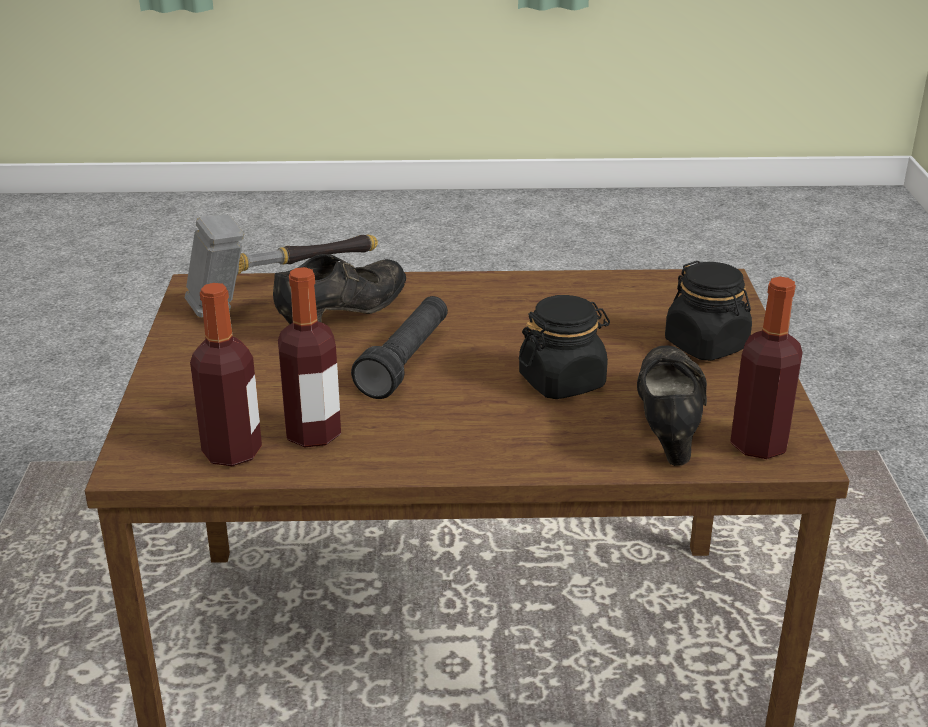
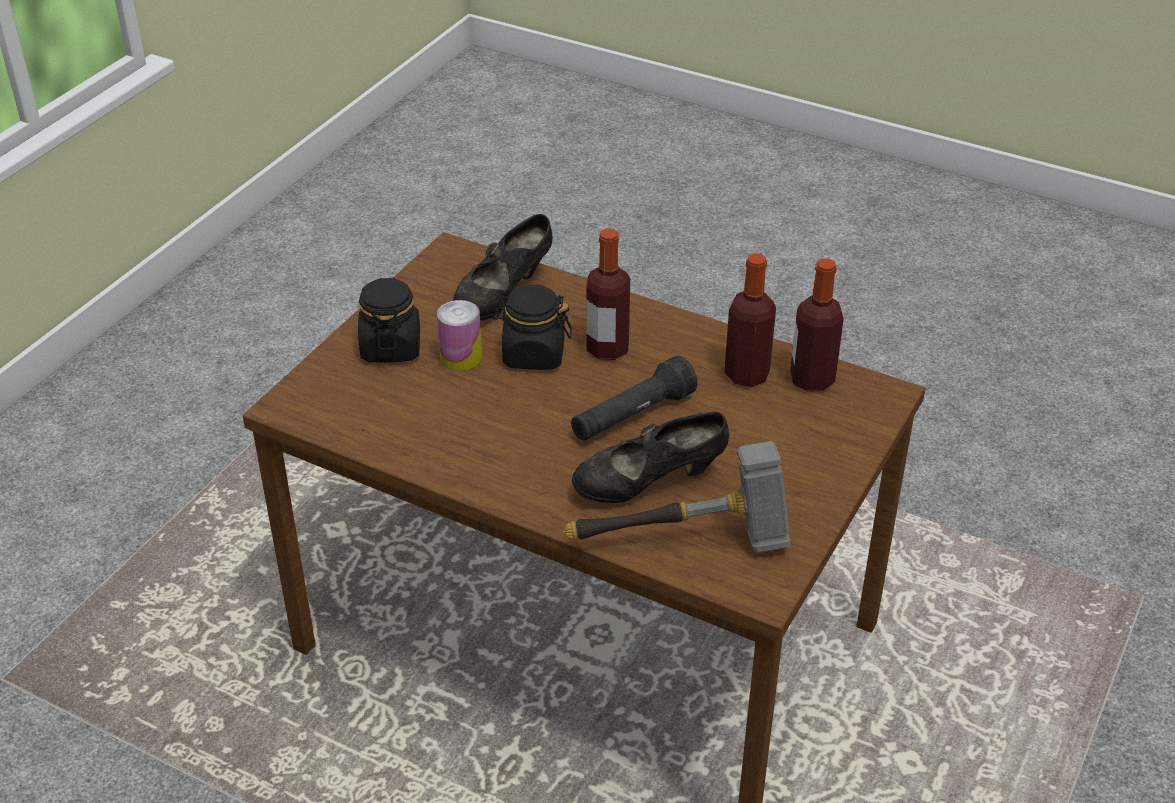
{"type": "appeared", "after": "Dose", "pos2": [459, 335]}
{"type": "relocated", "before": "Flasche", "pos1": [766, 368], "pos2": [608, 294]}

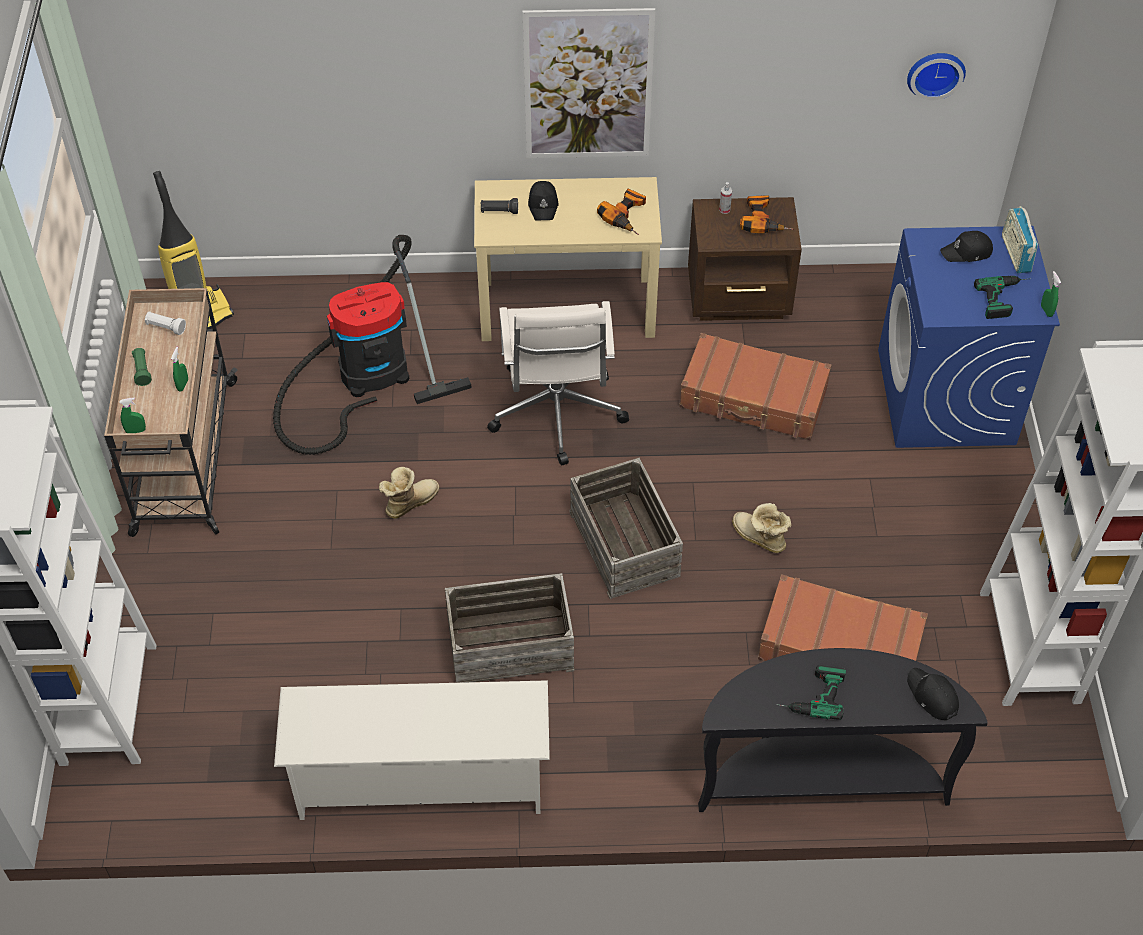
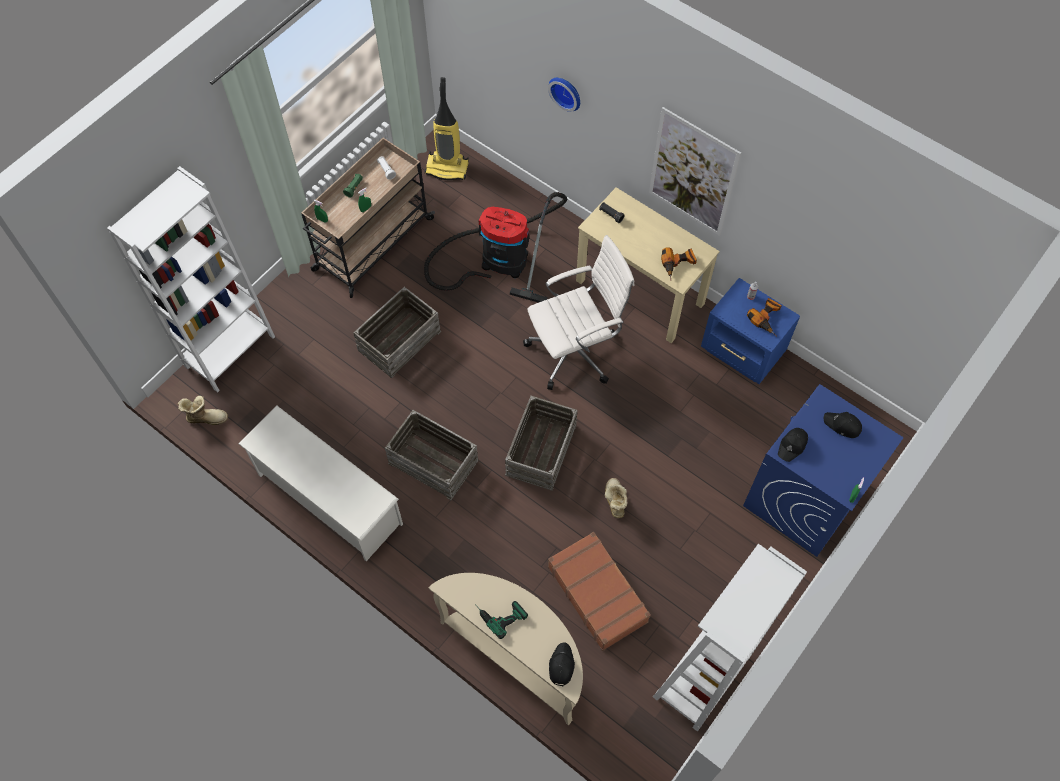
{"type": "missing", "before": "Koffer/braun", "pos1": [755, 386]}
{"type": "missing", "before": "Bohrmaschine", "pos1": [1002, 297]}
{"type": "missing", "before": "Radio", "pos1": [1020, 239]}
{"type": "appeared", "after": "Kiste", "pos2": [397, 332]}
{"type": "relocated", "before": "Stiefel", "pos1": [409, 493], "pos2": [203, 410]}
{"type": "relocated", "before": "Kappe/schwarz", "pos1": [543, 201], "pos2": [793, 445]}
{"type": "relocated", "before": "Wanduhr", "pos1": [936, 76], "pos2": [564, 95]}
{"type": "colour", "before": "Nachttisch/braun", "after": "Nachttisch/blau", "pos1": [745, 259], "pos2": [750, 331]}
{"type": "colour", "before": "Konsolentisch/schwarz", "after": "Konsolentisch/beige", "pos1": [843, 730], "pos2": [506, 649]}
{"type": "spun", "before": "Bürostuhl/weiß", "pos1": [558, 383], "pos2": [579, 312], "turn": -150}

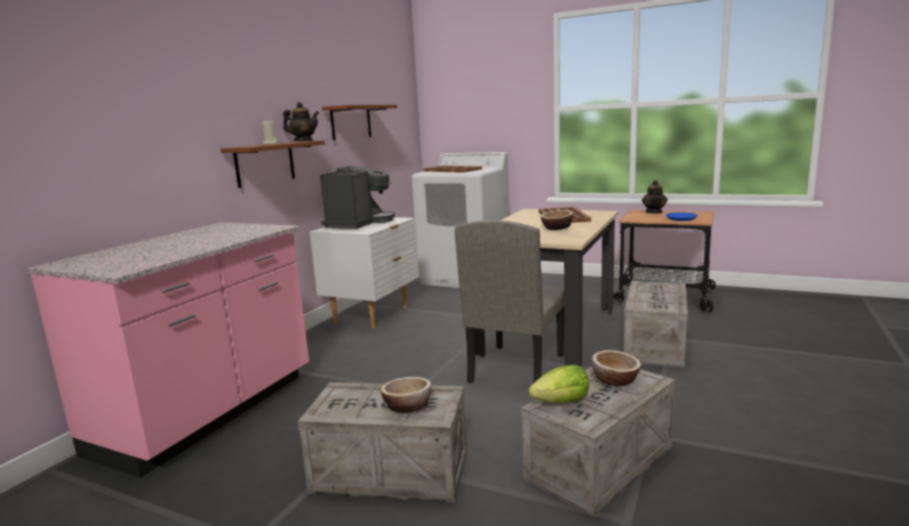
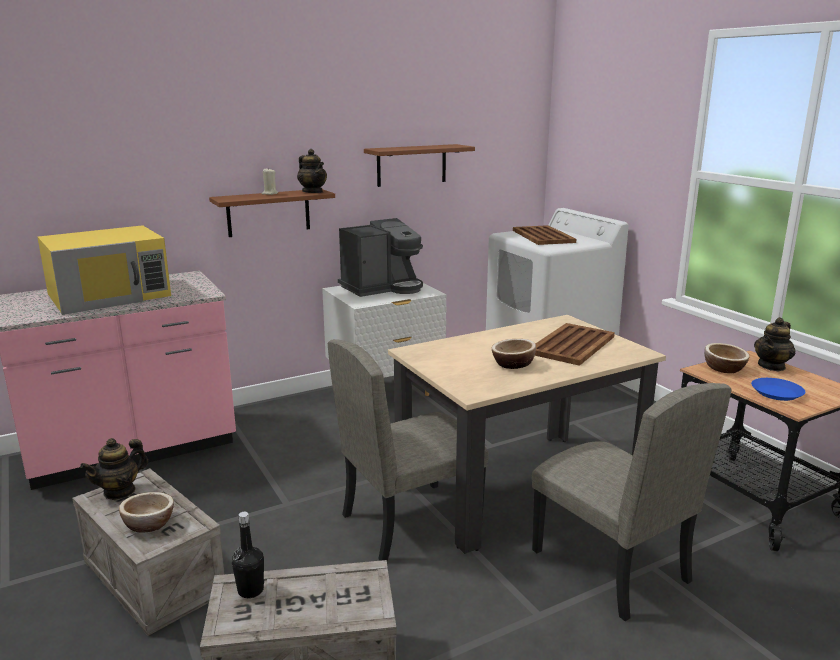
{"type": "appeared", "after": "Mikrowelle/gelb", "pos2": [104, 270]}
{"type": "appeared", "after": "Teekanne", "pos2": [114, 469]}
{"type": "relocated", "before": "Schüssel", "pos1": [616, 368], "pos2": [727, 358]}
{"type": "exchanged", "before": "Salatkopf", "after": "Flasche/schwarz", "pos1": [559, 384], "pos2": [248, 555]}
{"type": "exchanged", "before": "Kiste", "after": "Stuhl/beige", "pos1": [656, 324], "pos2": [631, 502]}

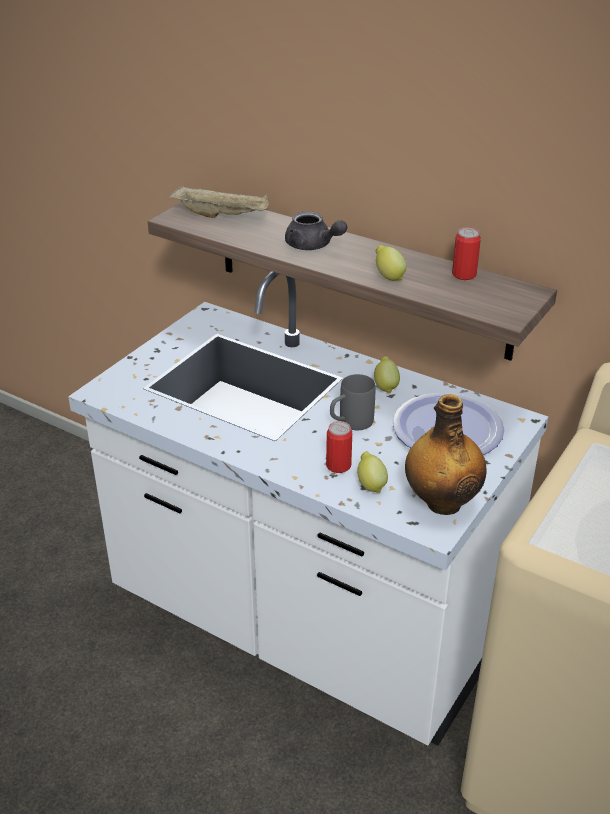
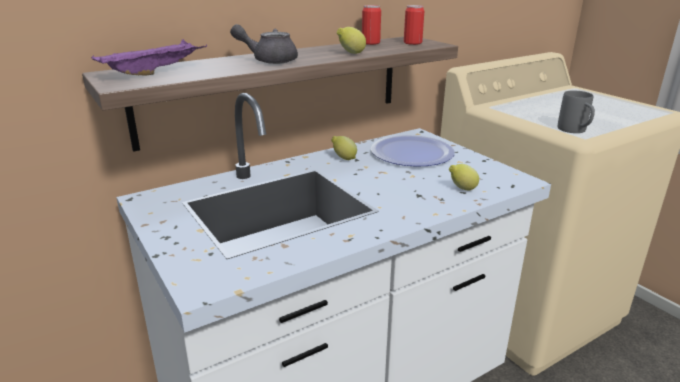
{"type": "missing", "before": "Flasche", "pos1": [446, 454]}
{"type": "relocated", "before": "Dose", "pos1": [339, 447], "pos2": [414, 25]}
{"type": "relocated", "before": "Henkelbecher/grau", "pos1": [353, 402], "pos2": [576, 111]}
{"type": "colour", "before": "Tablett/beige", "after": "Tablett/lila", "pos1": [219, 201], "pos2": [149, 57]}
{"type": "spun", "before": "Teekanne/grau", "pos1": [316, 230], "pos2": [264, 44], "turn": -150}

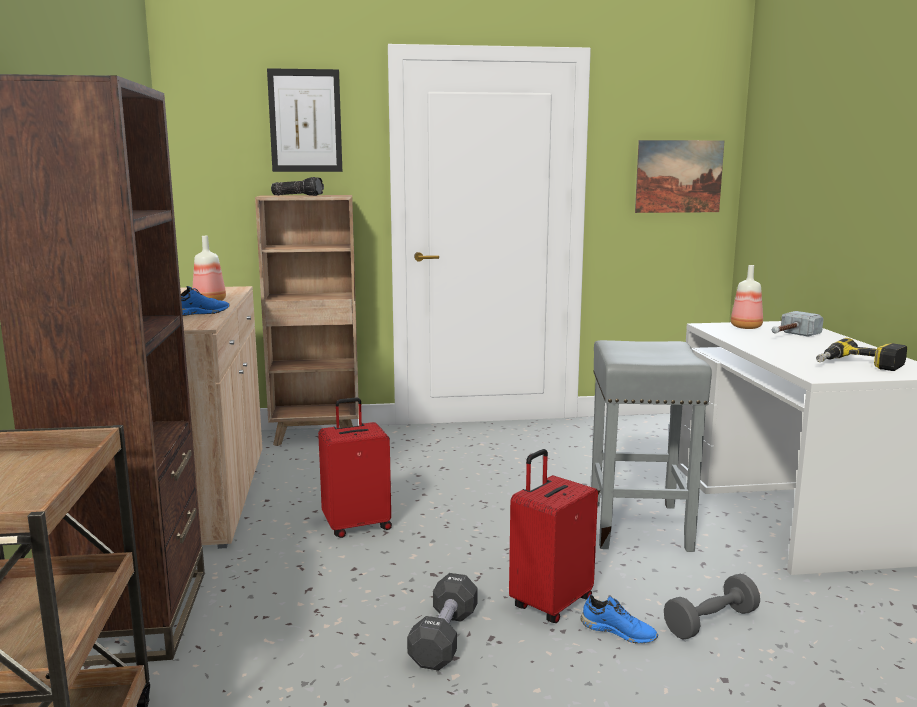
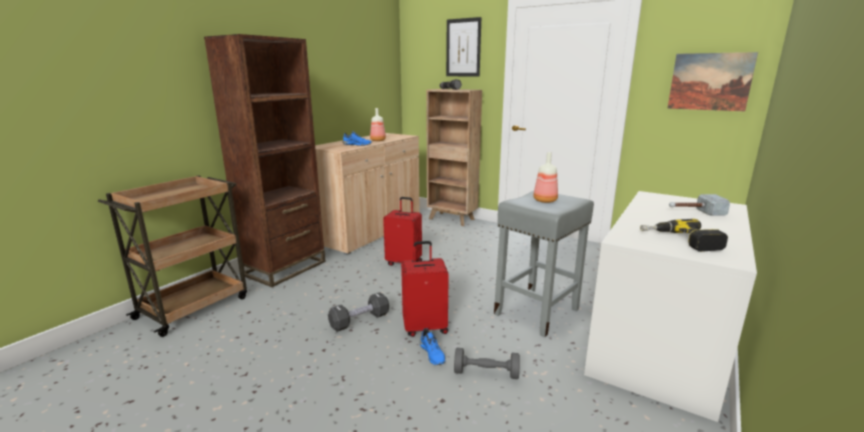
{"type": "relocated", "before": "Flasche", "pos1": [747, 297], "pos2": [545, 177]}

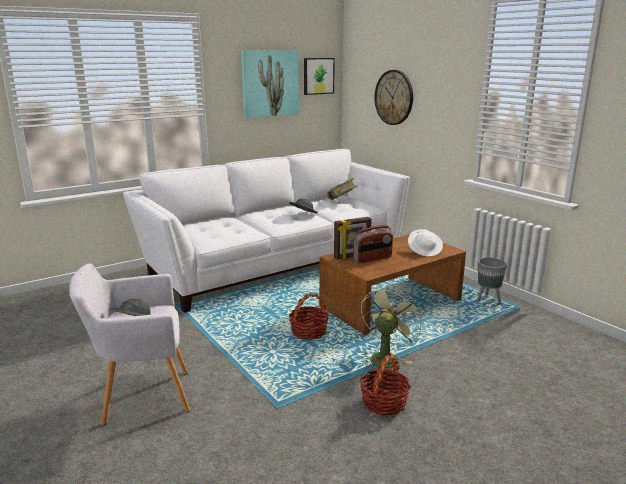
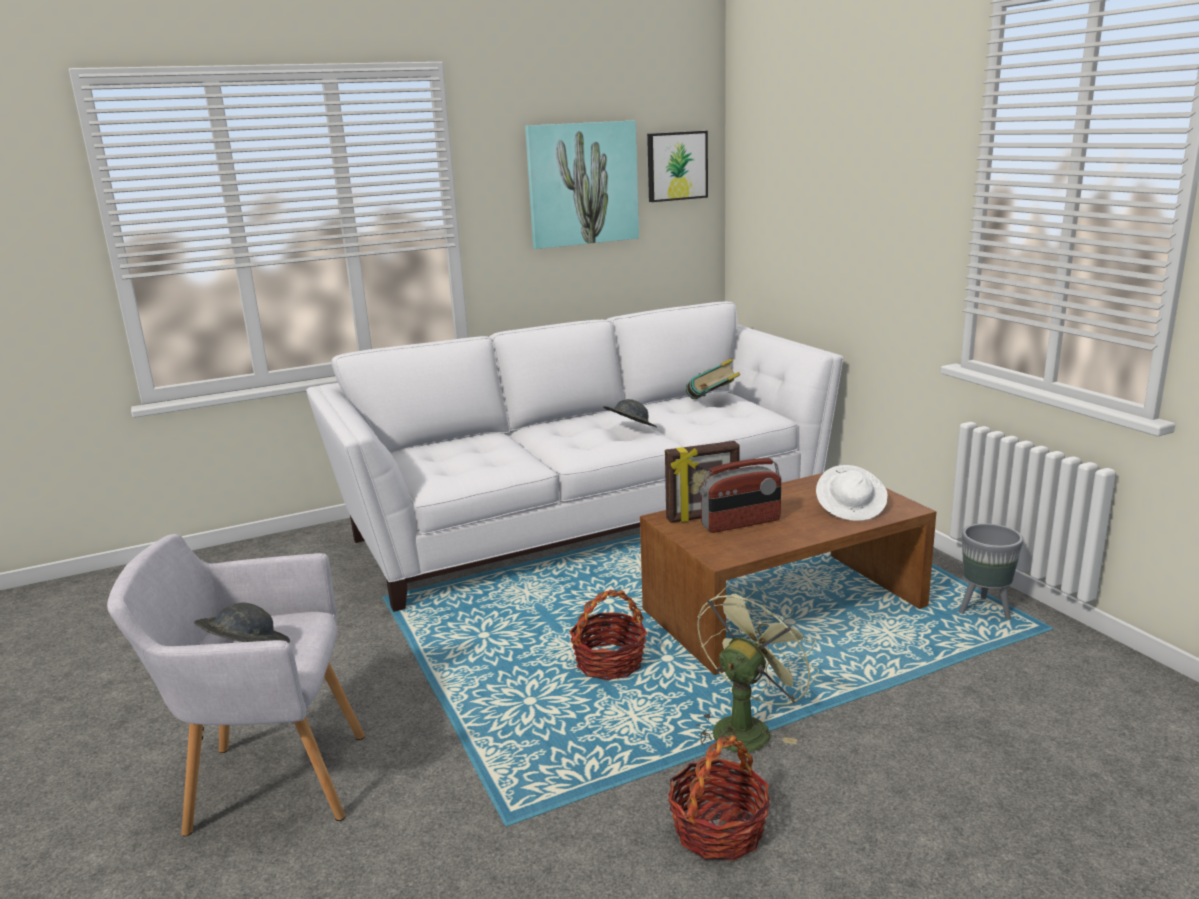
{"type": "missing", "before": "Wanduhr", "pos1": [393, 97]}

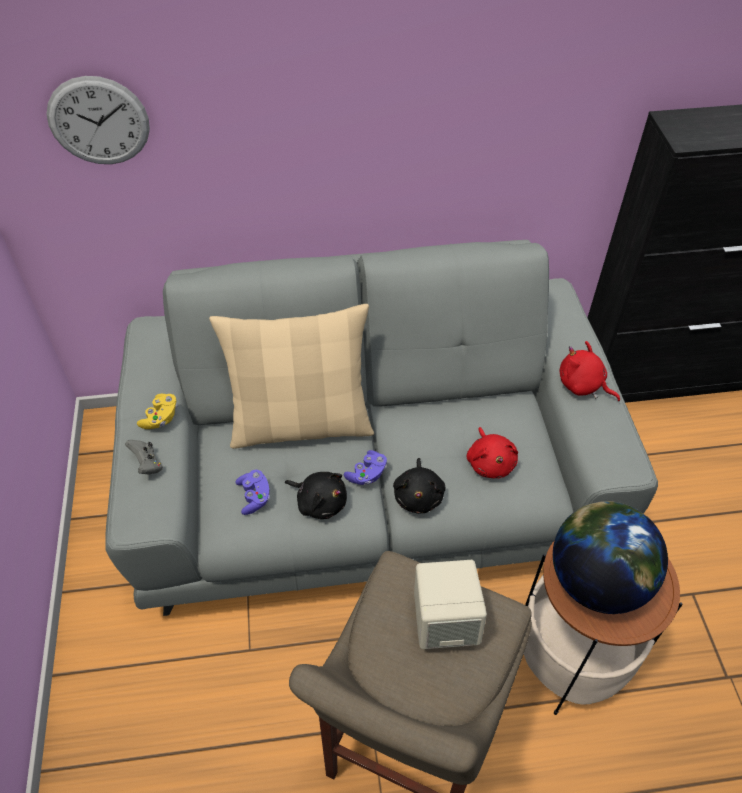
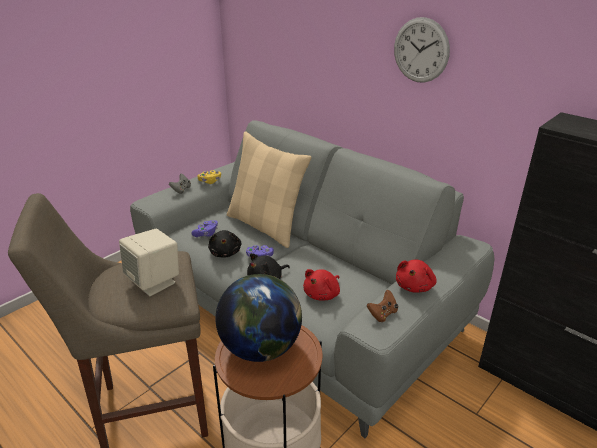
{"type": "appeared", "after": "Gamepad/braun", "pos2": [382, 306]}
{"type": "relocated", "before": "Wanduhr", "pos1": [98, 120], "pos2": [422, 50]}
{"type": "spun", "before": "Plüschtier/rot", "pos1": [589, 371], "pos2": [416, 276], "turn": -150}

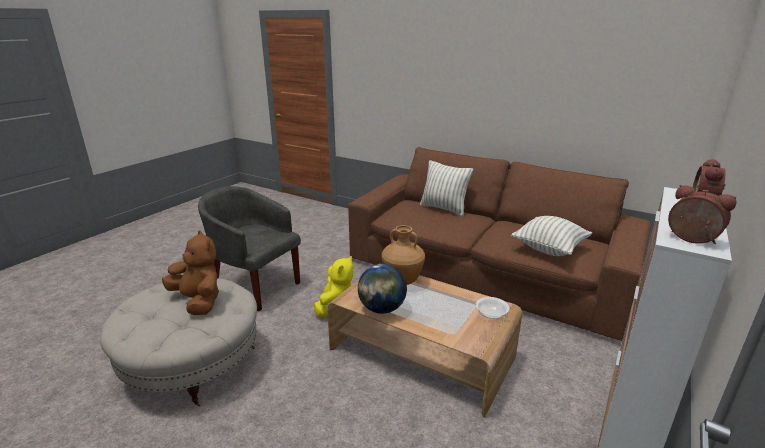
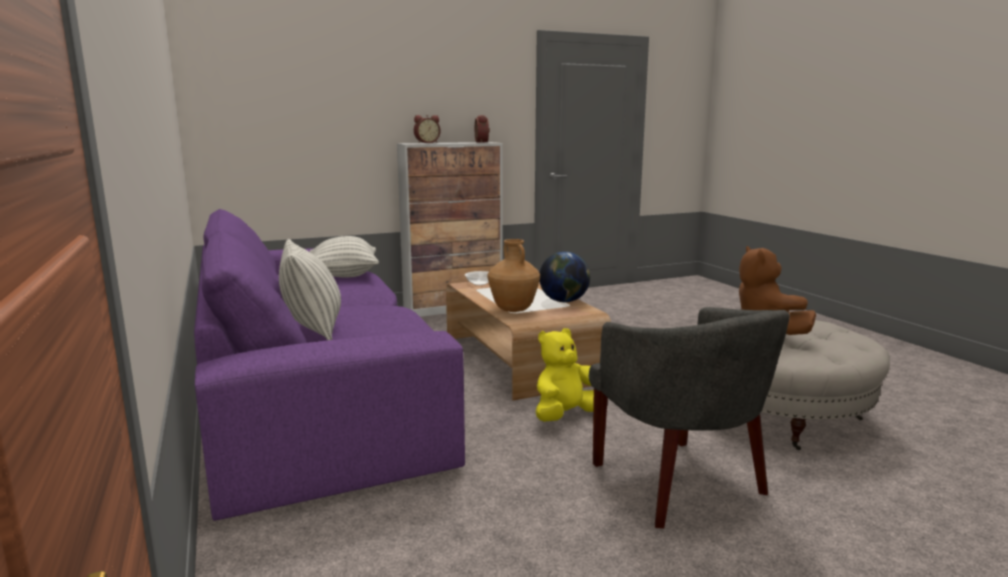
{"type": "colour", "before": "Sofa/braun", "after": "Sofa/lila", "pos1": [499, 244], "pos2": [329, 365]}

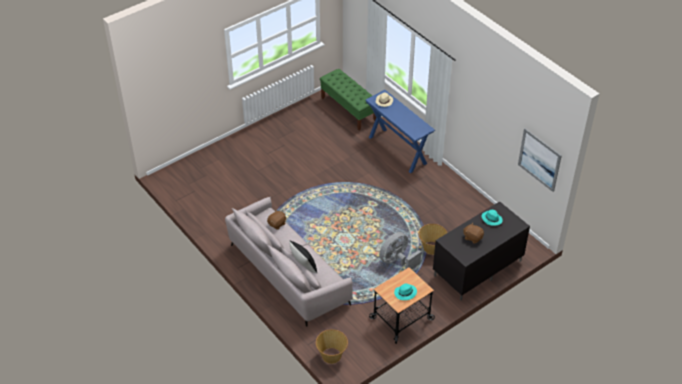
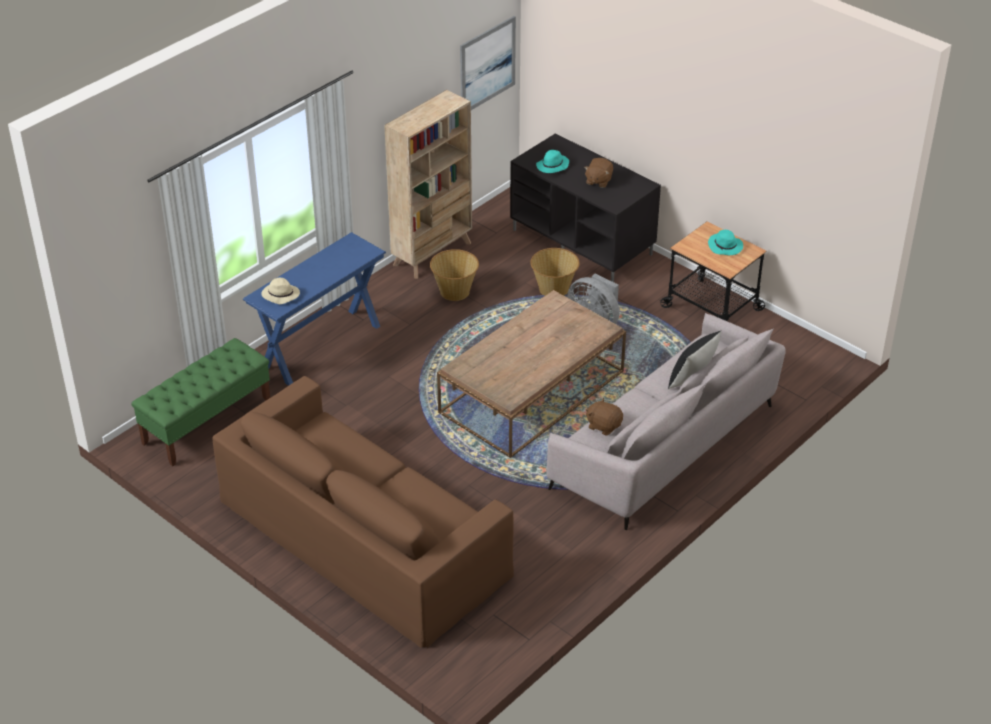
{"type": "appeared", "after": "Sofa/braun", "pos2": [363, 512]}
{"type": "appeared", "after": "Bücherregal/beige", "pos2": [428, 184]}
{"type": "appeared", "after": "Couchtisch/braun", "pos2": [531, 374]}
{"type": "relocated", "before": "Korb", "pos1": [332, 346], "pos2": [454, 275]}

